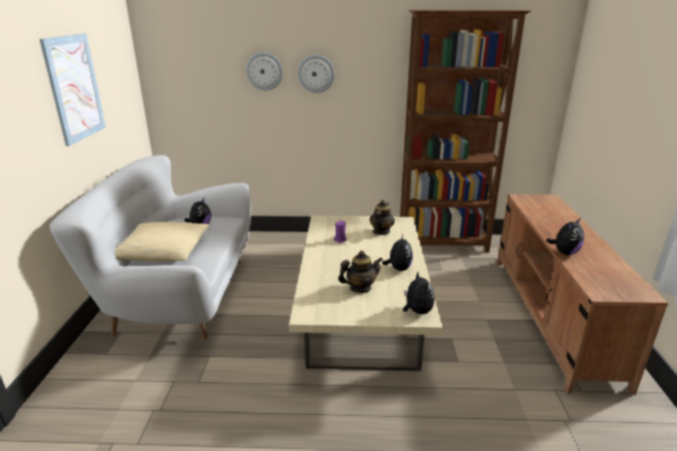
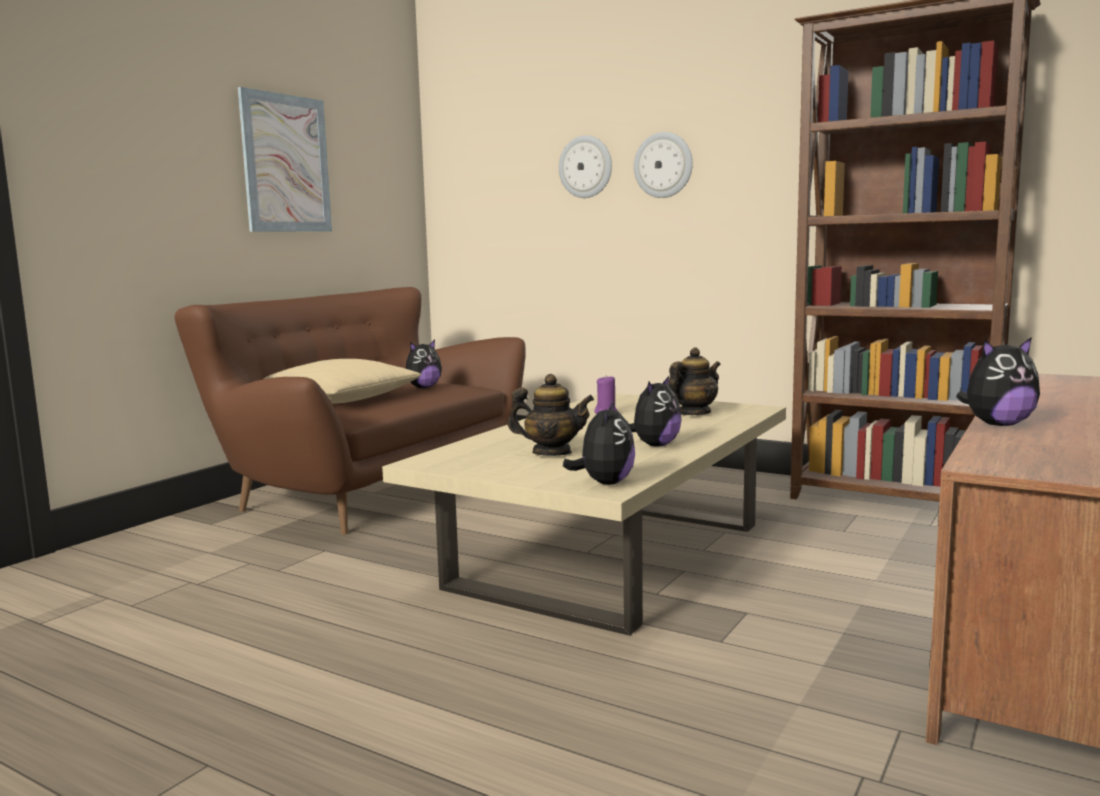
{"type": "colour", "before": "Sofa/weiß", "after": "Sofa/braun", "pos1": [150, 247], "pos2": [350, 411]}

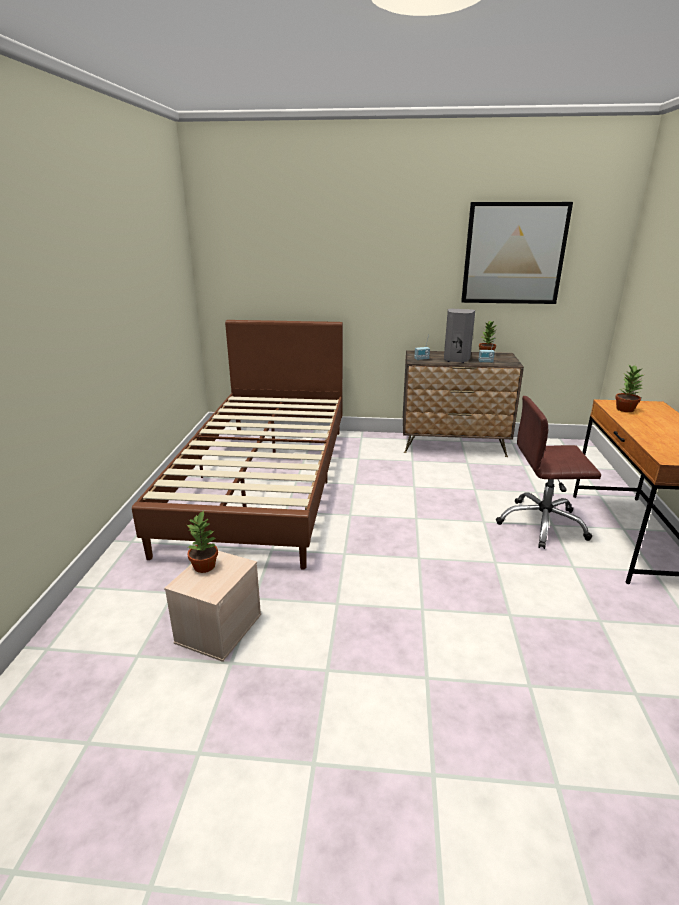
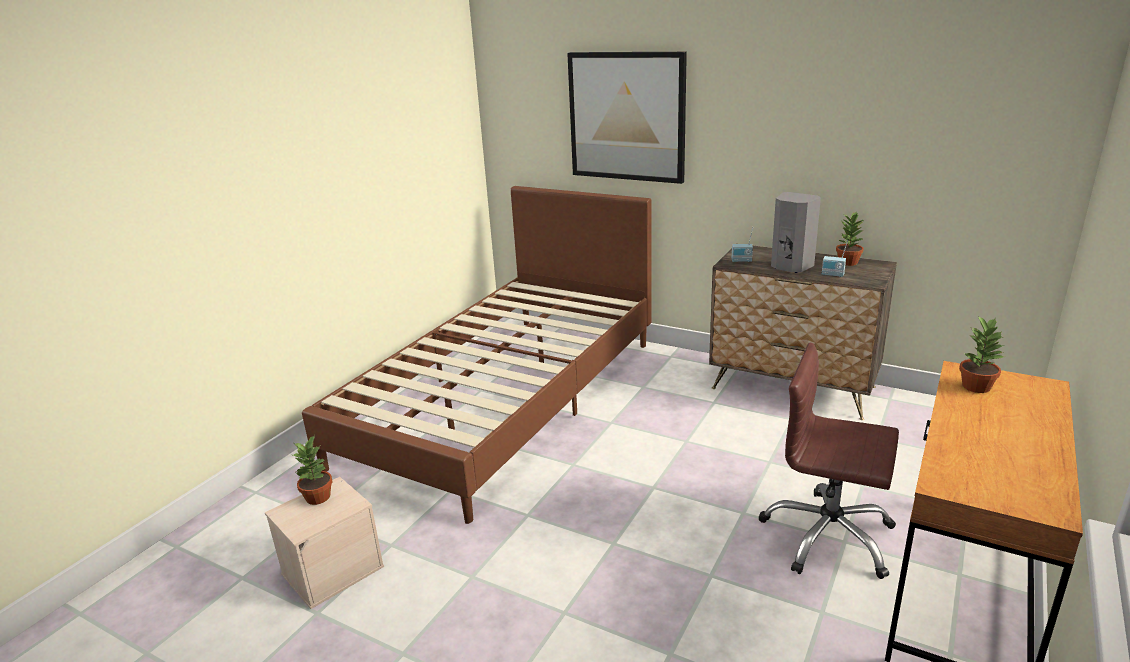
{"type": "relocated", "before": "Bild", "pos1": [517, 253], "pos2": [627, 118]}

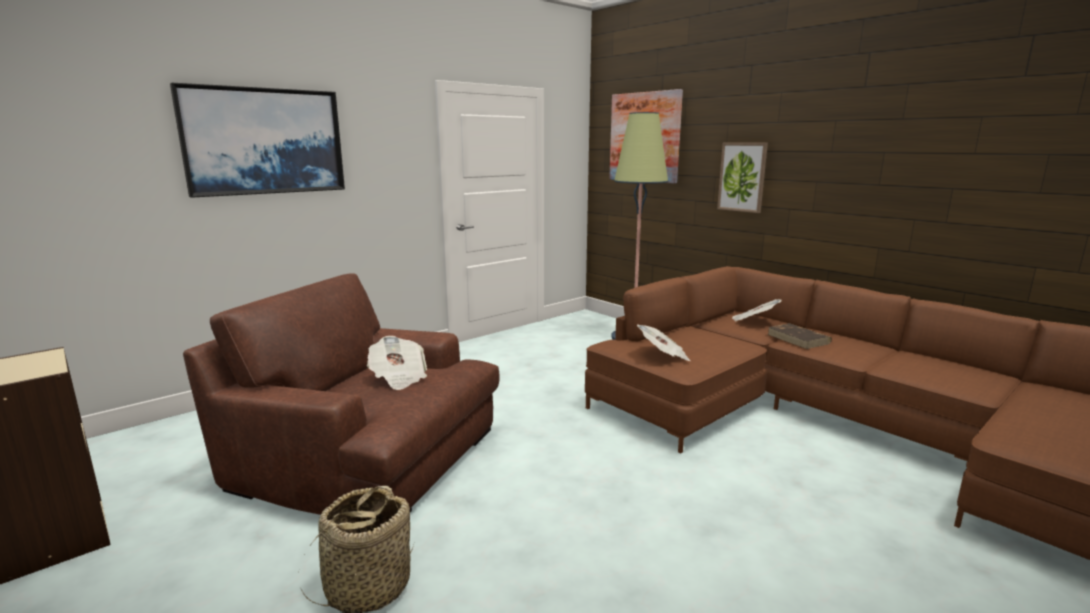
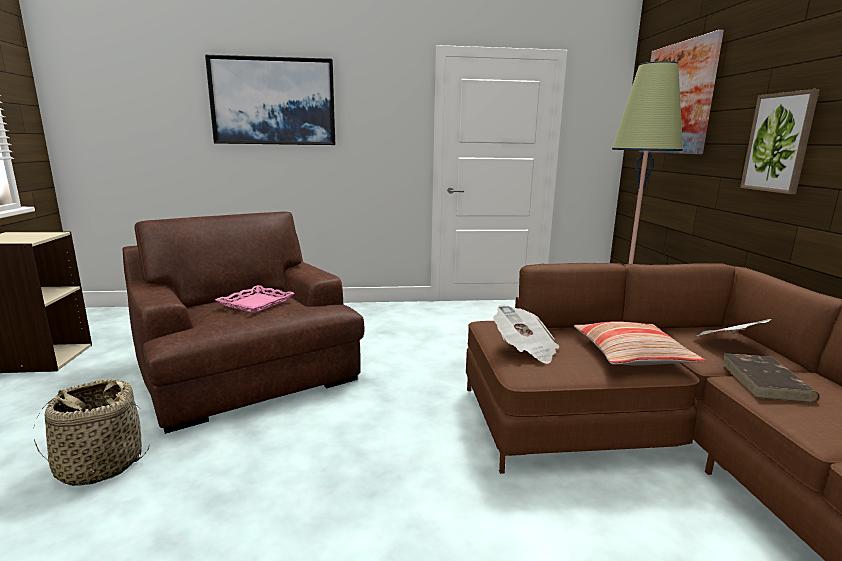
{"type": "appeared", "after": "Kissen", "pos2": [640, 343]}
{"type": "exchanged", "before": "Zeitung", "after": "Tablett/rosa", "pos1": [397, 363], "pos2": [255, 299]}

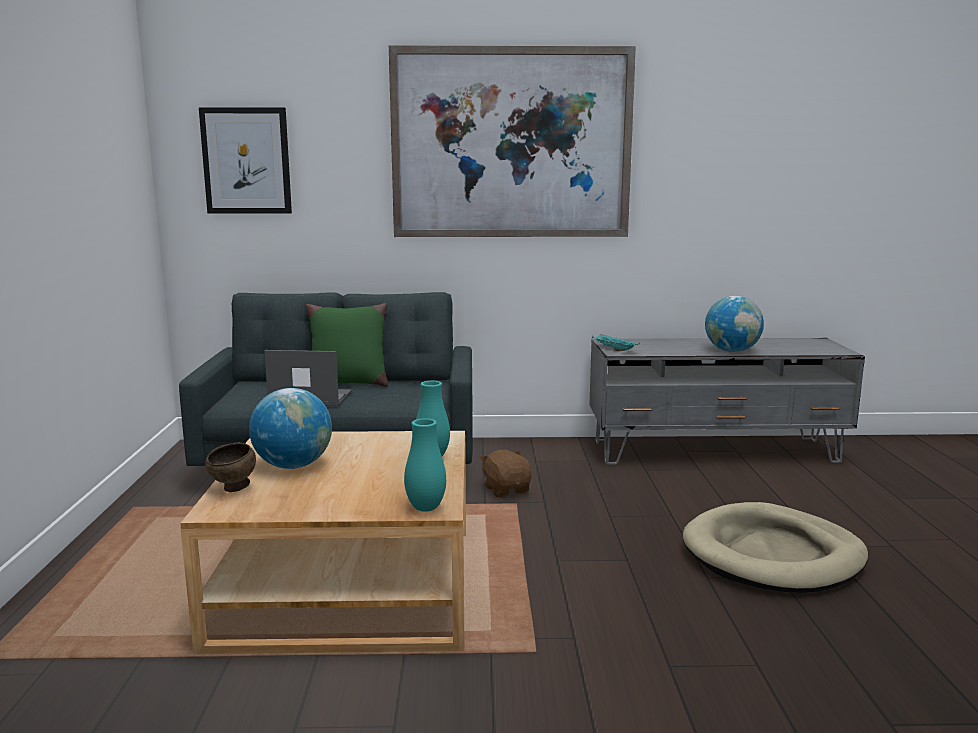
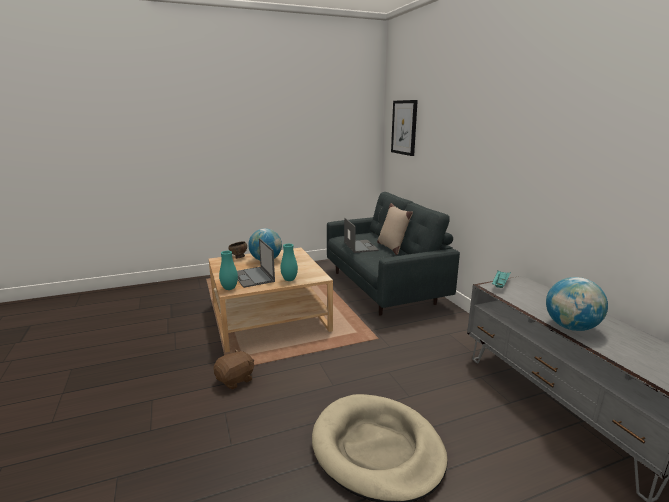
{"type": "missing", "before": "Bild", "pos1": [512, 141]}
{"type": "appeared", "after": "Laptop", "pos2": [256, 263]}
{"type": "relocated", "before": "Plüschtier/braun", "pos1": [506, 473], "pos2": [234, 369]}
{"type": "colour", "before": "Kissen/grün", "after": "Kissen/beige", "pos1": [347, 345], "pos2": [395, 229]}

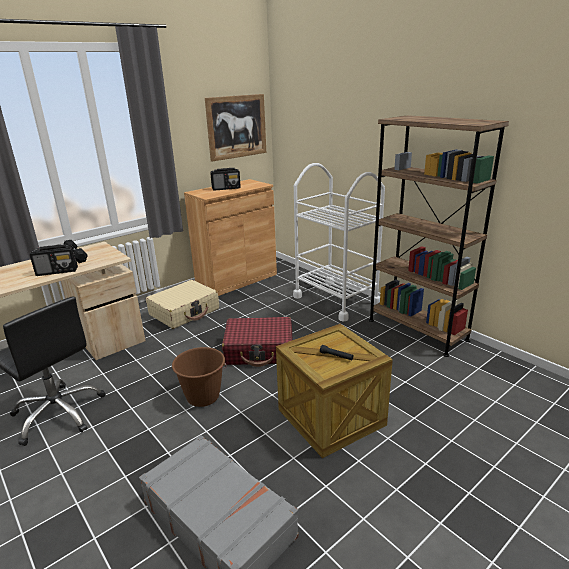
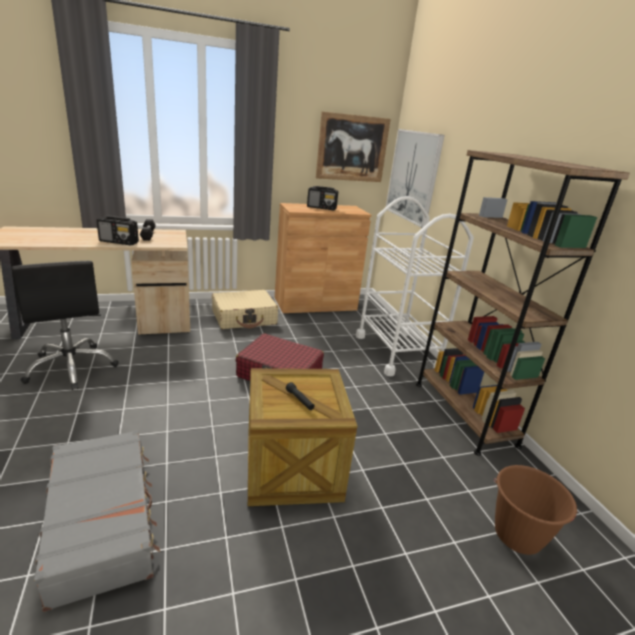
{"type": "appeared", "after": "Bild", "pos2": [415, 178]}
{"type": "relocated", "before": "Eimer/braun", "pos1": [199, 377], "pos2": [536, 510]}

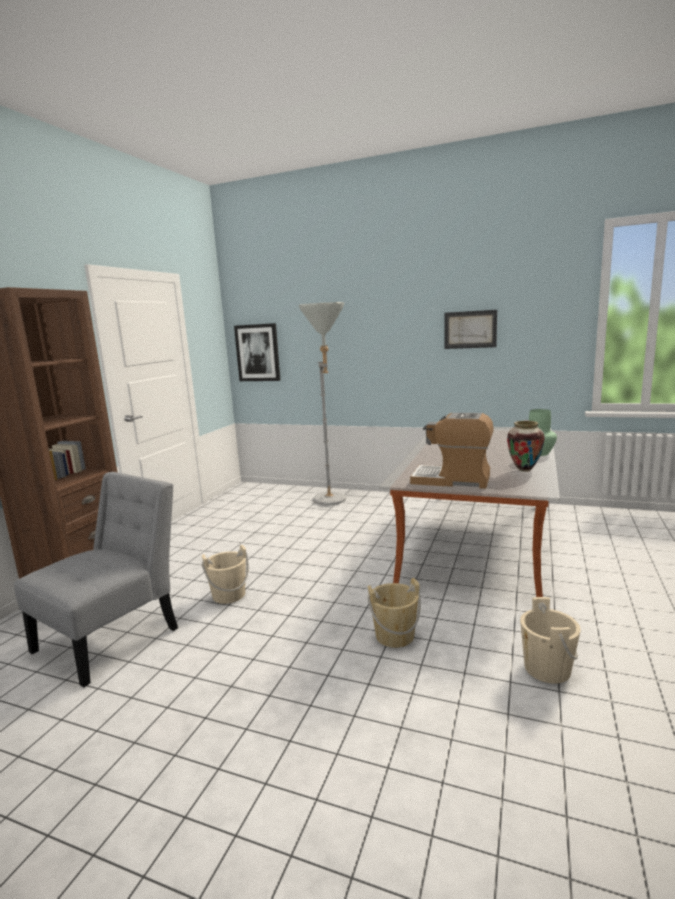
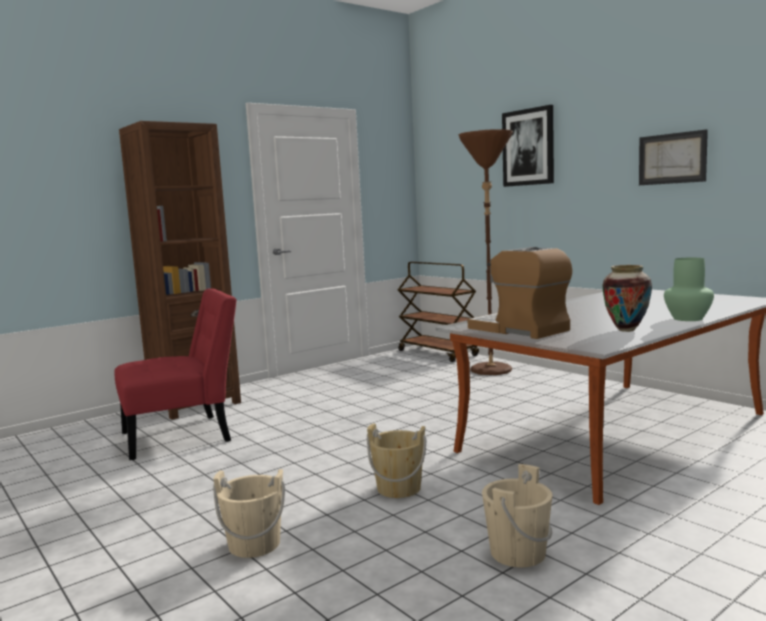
{"type": "appeared", "after": "Rollwagen/braun", "pos2": [438, 312]}
{"type": "relocated", "before": "Eimer/beige", "pos1": [225, 574], "pos2": [249, 513]}
{"type": "relocated", "before": "Bild", "pos1": [257, 352], "pos2": [528, 146]}
{"type": "colour", "before": "Stuhl/grau", "after": "Stuhl/rot", "pos1": [96, 579], "pos2": [175, 374]}
{"type": "colour", "before": "Stehlampe/grau", "after": "Stehlampe/braun", "pos1": [322, 404], "pos2": [486, 252]}

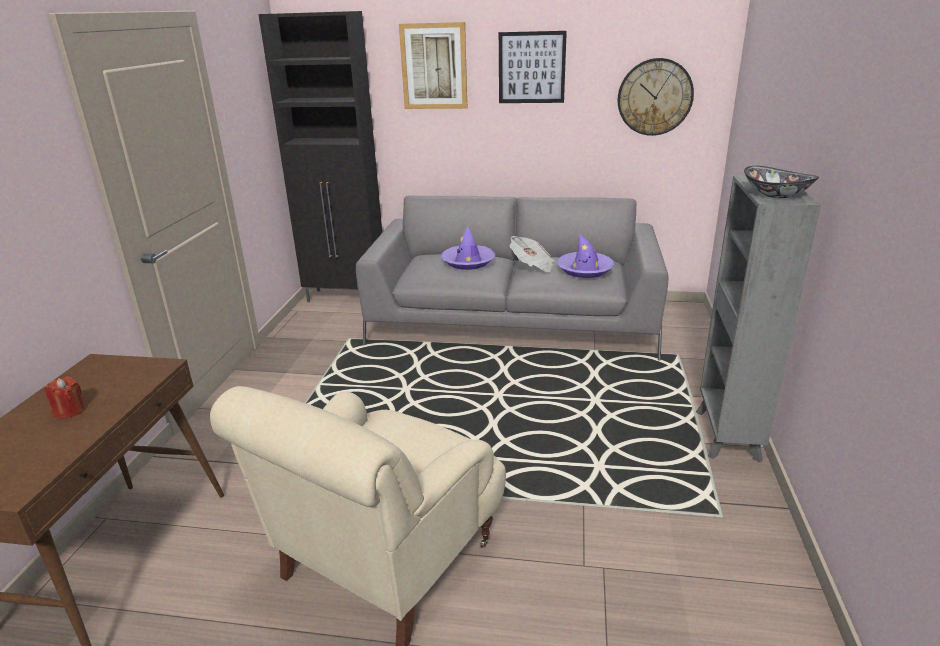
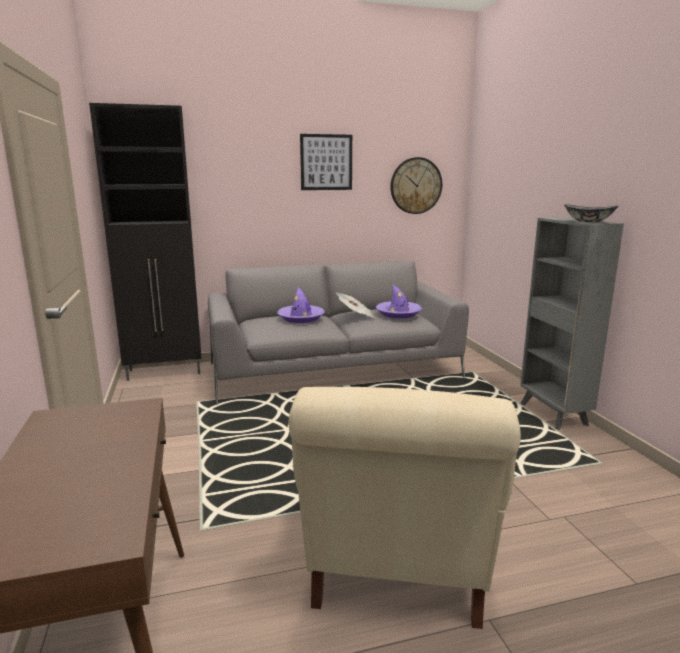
{"type": "missing", "before": "Kerze/rot", "pos1": [65, 397]}
{"type": "missing", "before": "Bild", "pos1": [433, 65]}

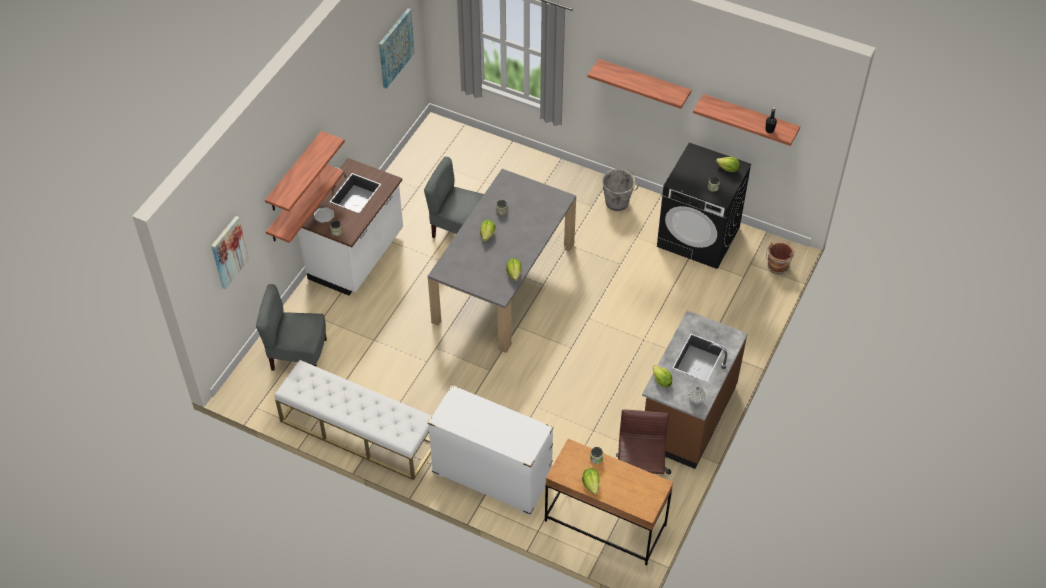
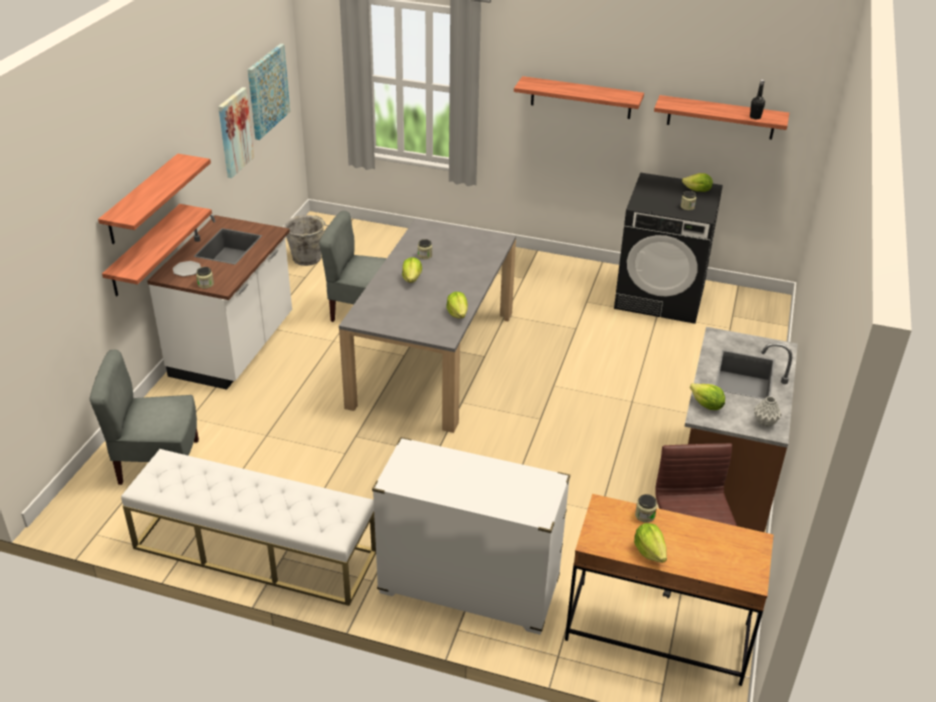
{"type": "missing", "before": "Eimer/braun", "pos1": [780, 258]}
{"type": "relocated", "before": "Bild", "pos1": [230, 252], "pos2": [236, 132]}
{"type": "relocated", "before": "Eimer/grau", "pos1": [620, 190], "pos2": [306, 240]}

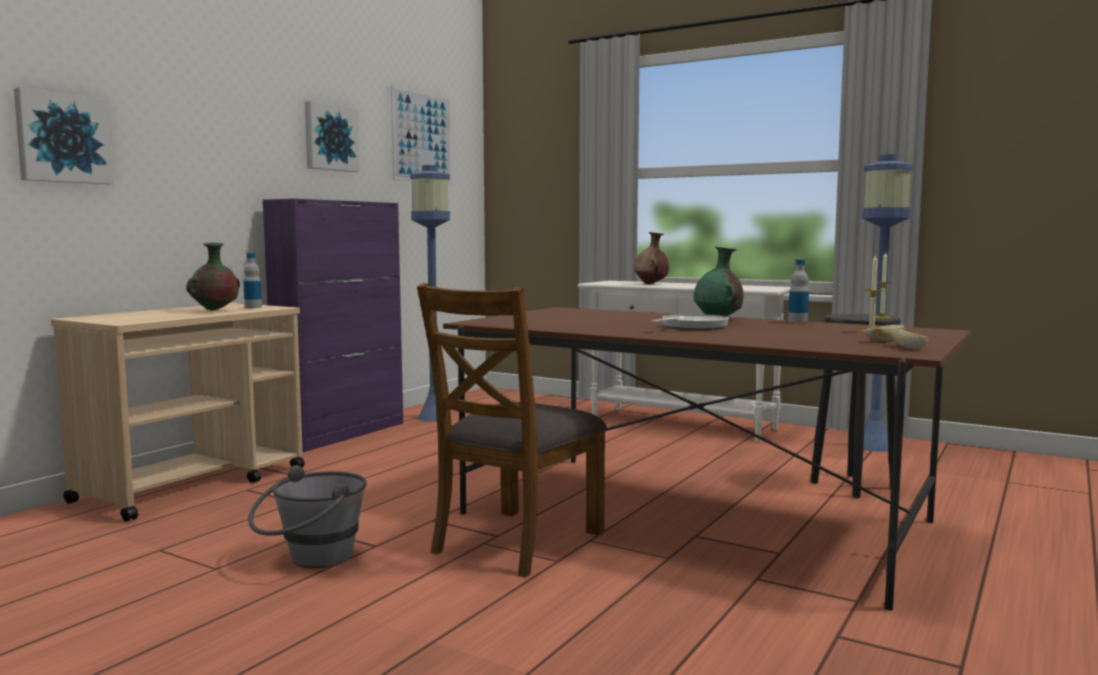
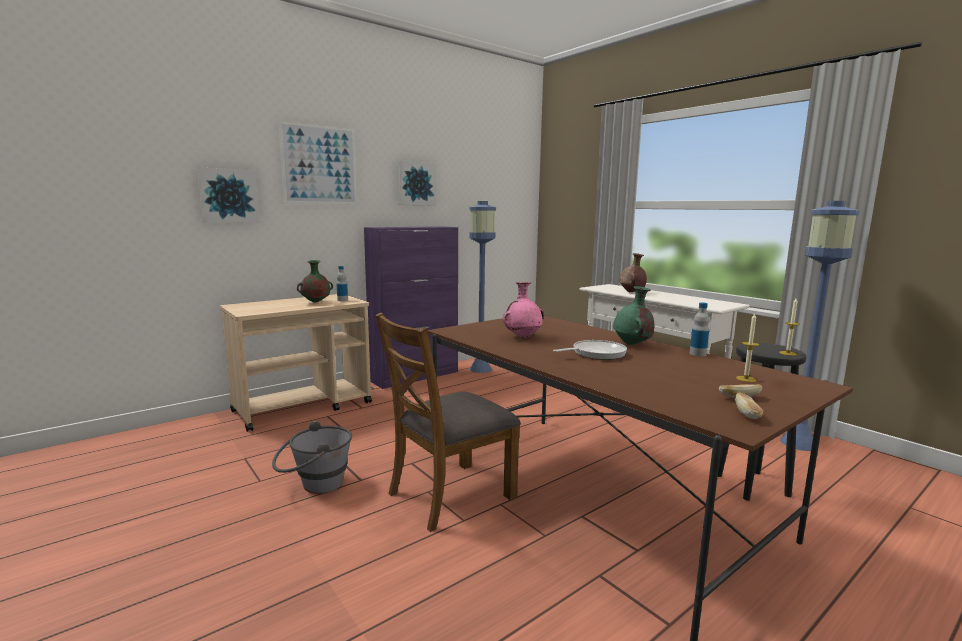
{"type": "appeared", "after": "Vase/rosa", "pos2": [523, 310]}
{"type": "relocated", "before": "Bild", "pos1": [421, 134], "pos2": [317, 163]}

